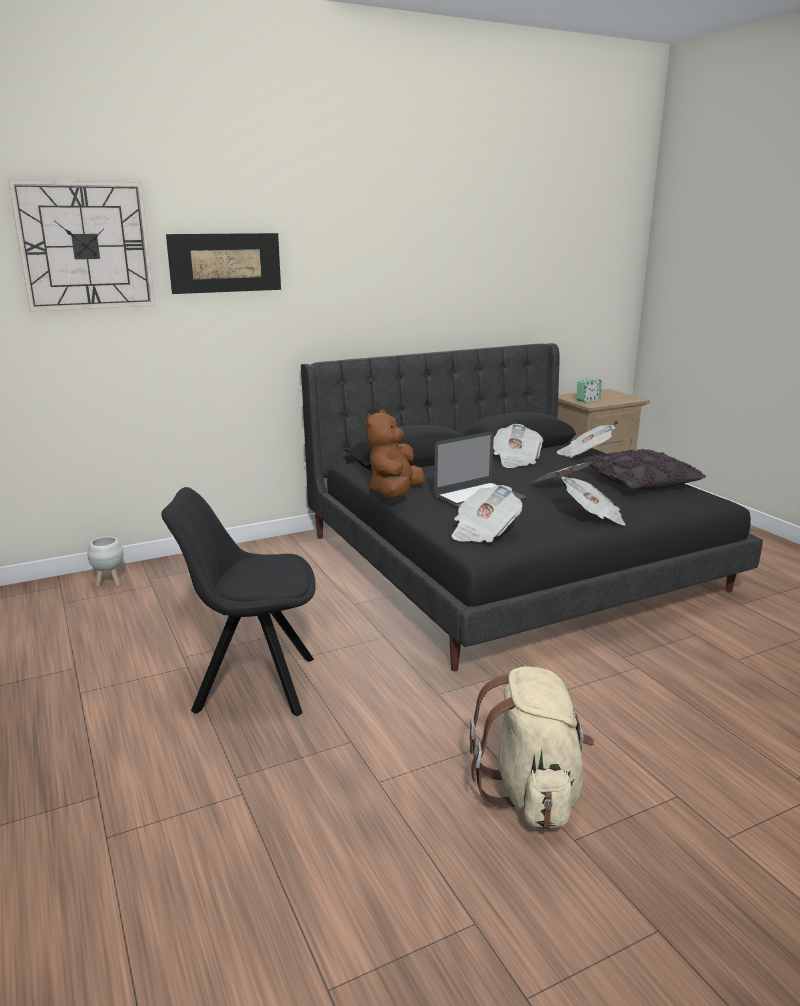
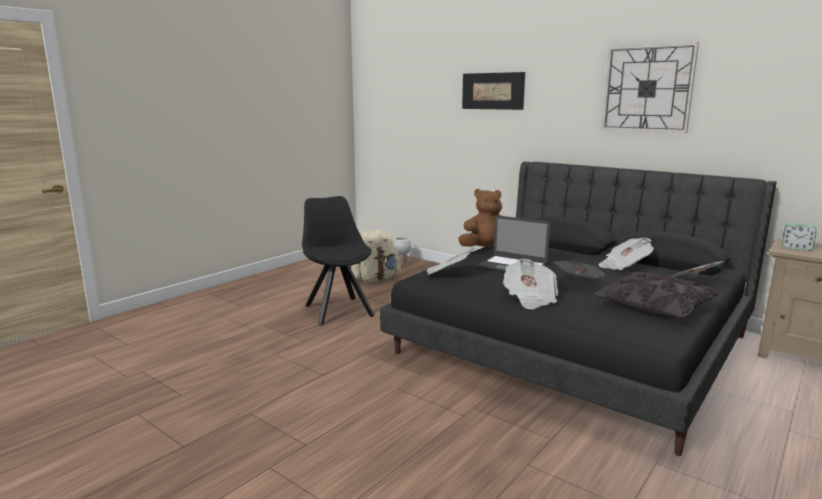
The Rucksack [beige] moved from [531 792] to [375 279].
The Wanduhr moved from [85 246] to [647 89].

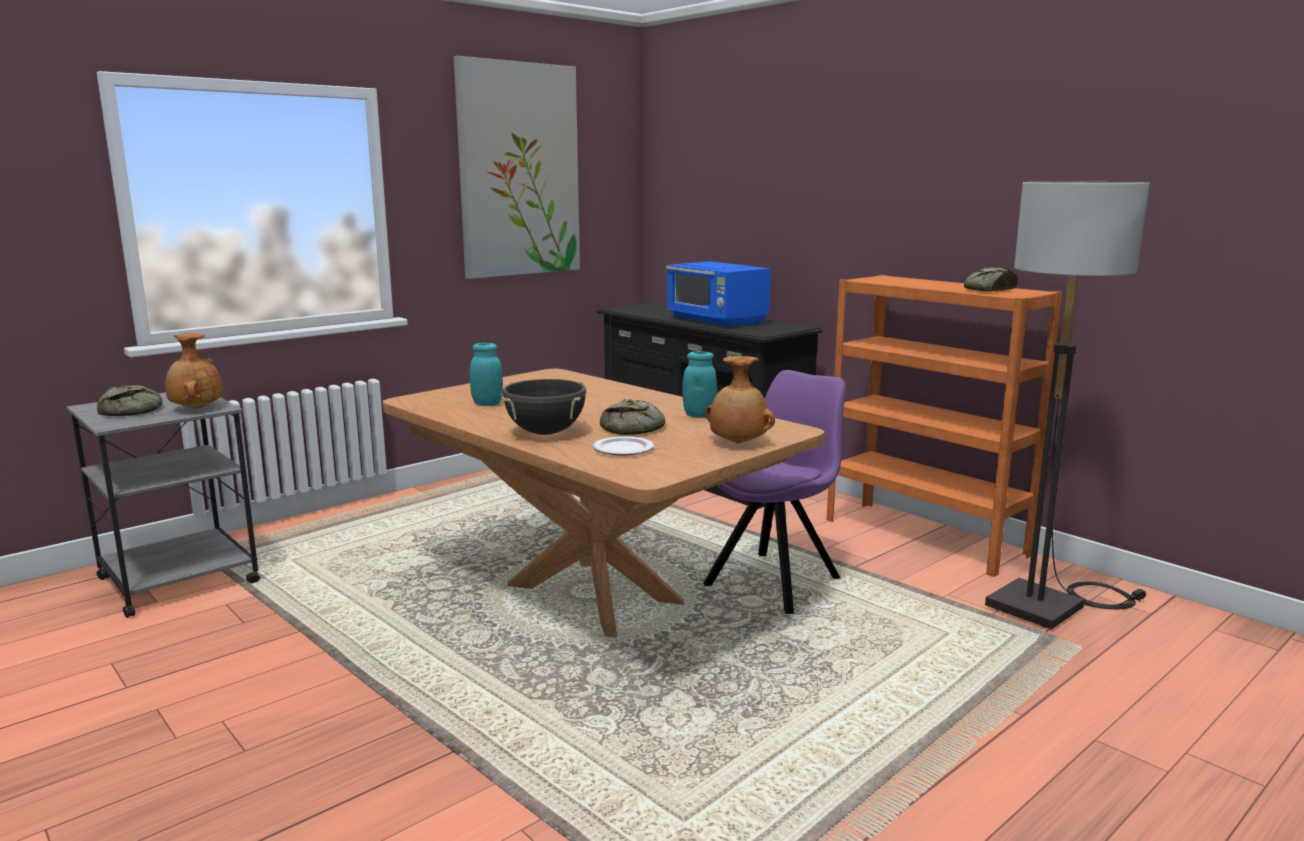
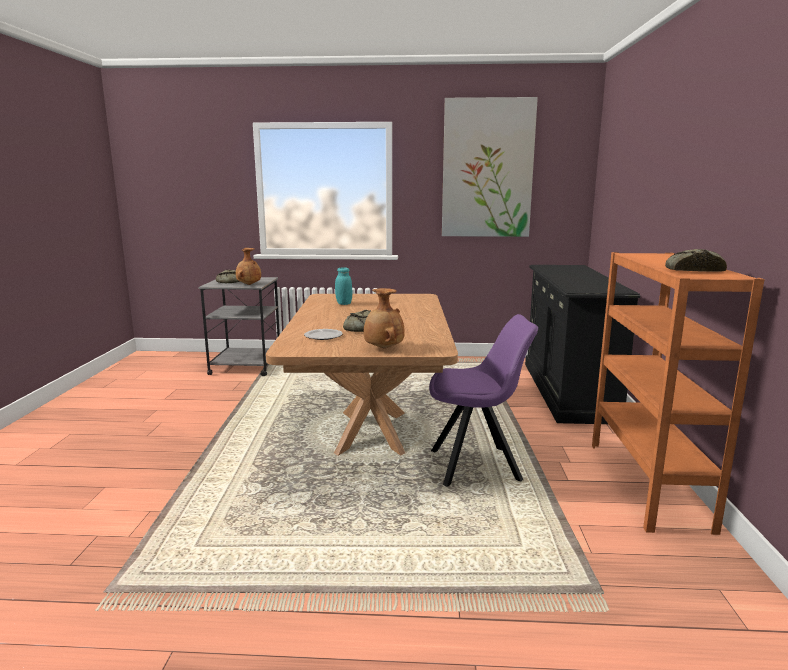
The Kochtopf [schwarz] at [545 433] disappeared.
The Mikrowelle [blau] at [717 321] disappeared.
The Vorratsglas [türkis] at [699 415] disappeared.
The Stehlampe at [1054 605] disappeared.

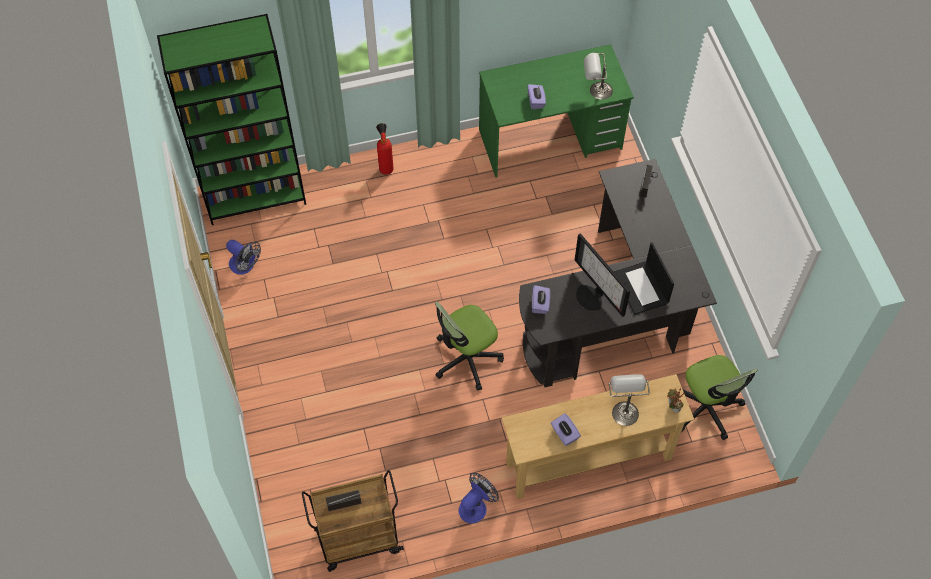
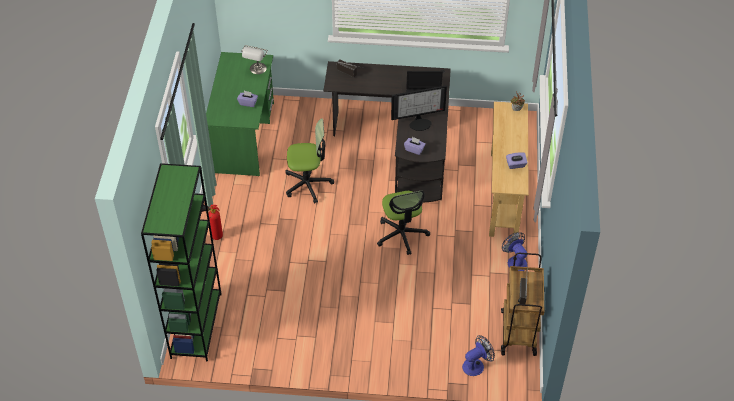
The Bürostuhl moved from [706 408] to [308 184].
The Ventilator moved from [245 266] to [476 365].
The Tischlampe [weiß] at [623 408] disappeared.

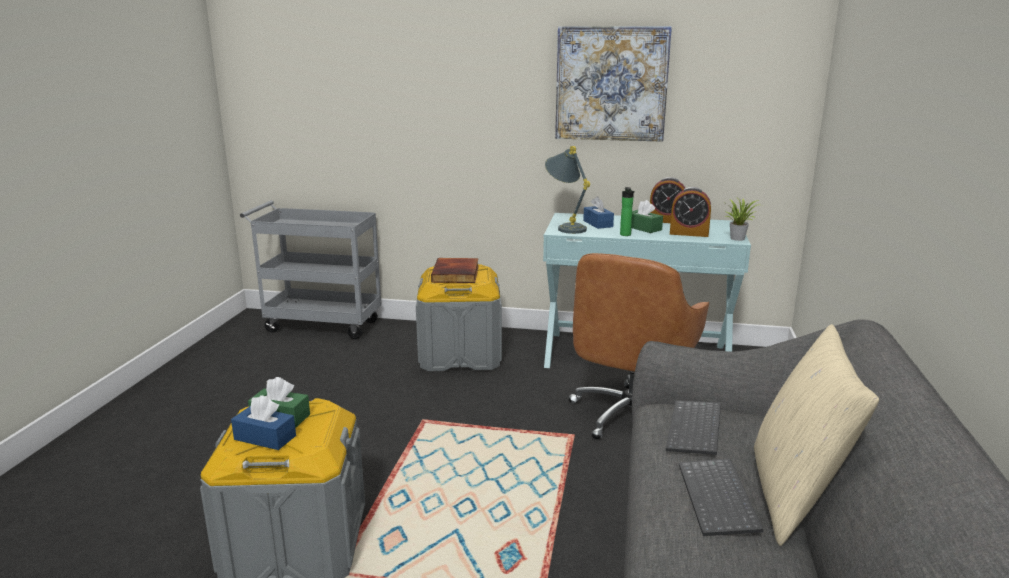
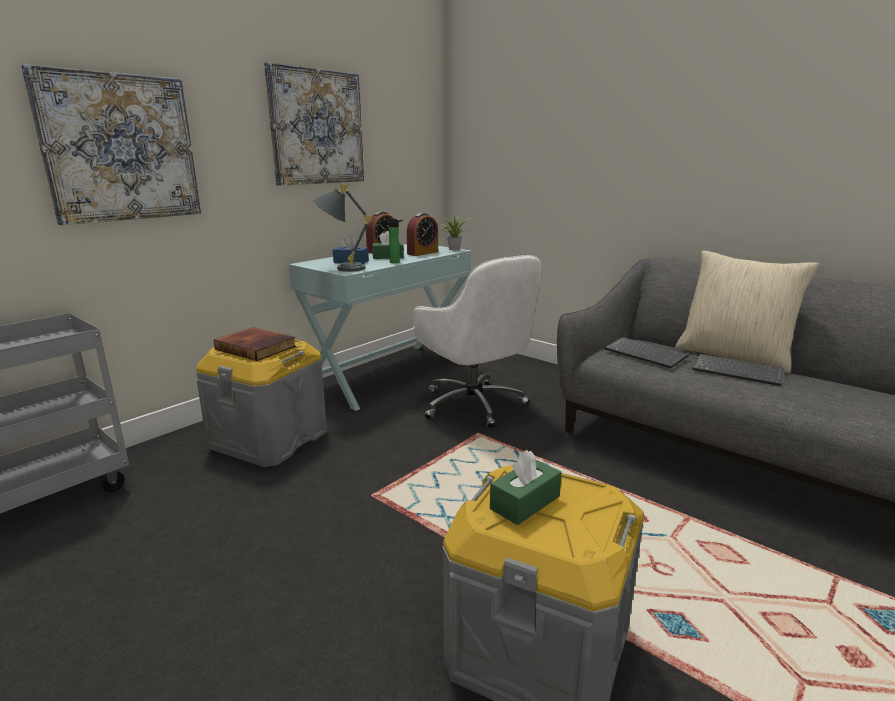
The Bild at [120 148] appeared.
The Bürostuhl [braun] at [630 415] became the Bürostuhl [weiß] at [472 405].
The Taschentuchbox [blau] at [265 438] disappeared.

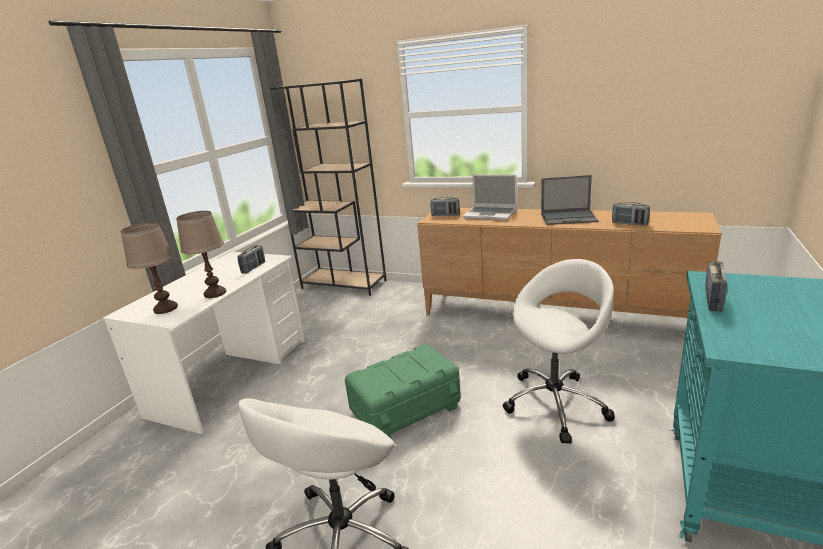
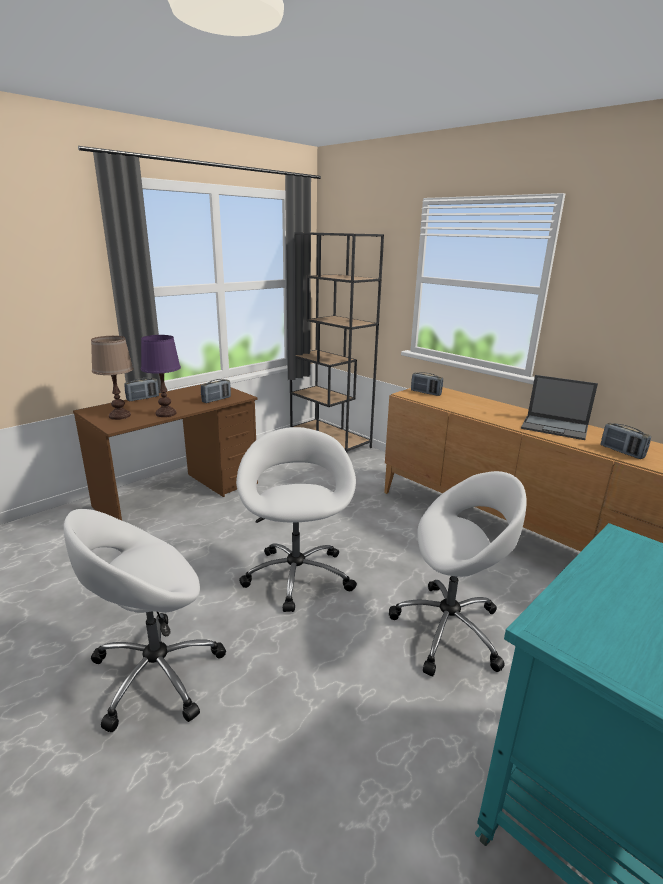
The Schreibtisch [weiß] at [232 376] became the Schreibtisch [braun] at [179 495].
The Radio moved from [713 300] to [143 398].
The Tischlampe [braun] at [215 293] became the Tischlampe [lila] at [165 414].
The Aufbewahrungsbox [grün] at [405 408] was replaced by the Bürostuhl [weiß] at [297 575].
The Laptop at [491 214] disappeared.

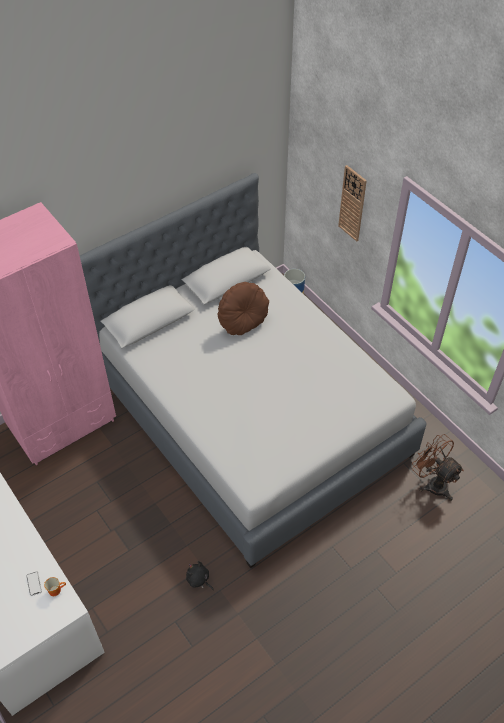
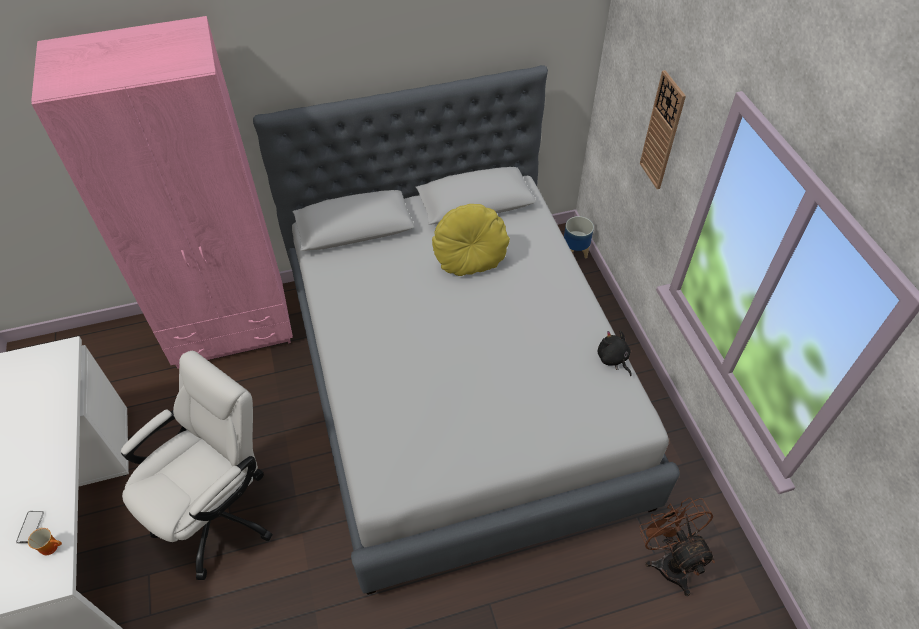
The Bürostuhl [weiß] at [222 513] appeared.
The Kissen [braun] at [243 324] became the Kissen [gelb] at [470 263].
The Plüschtier [schwarz] moved from [199 580] to [613 359].

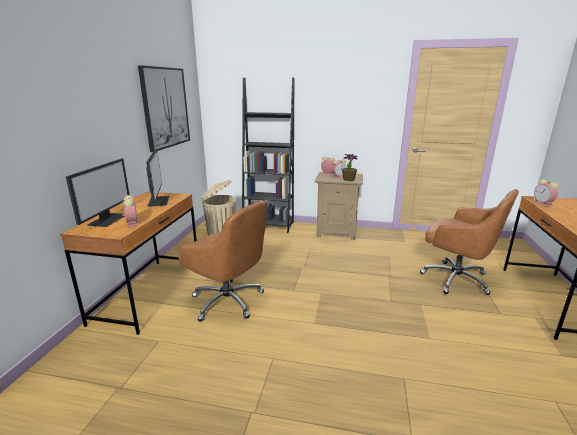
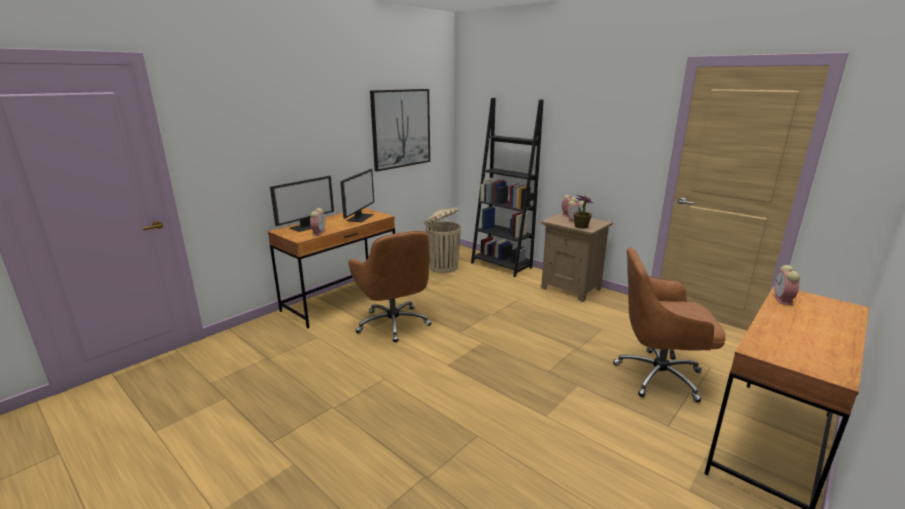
The Bürostuhl [braun] at [456 279] turned 120 degrees clockwise.

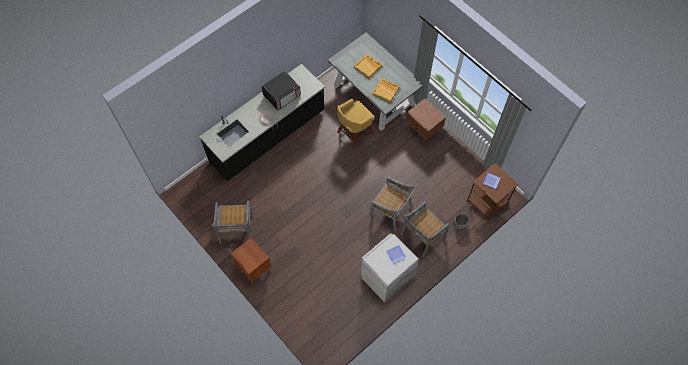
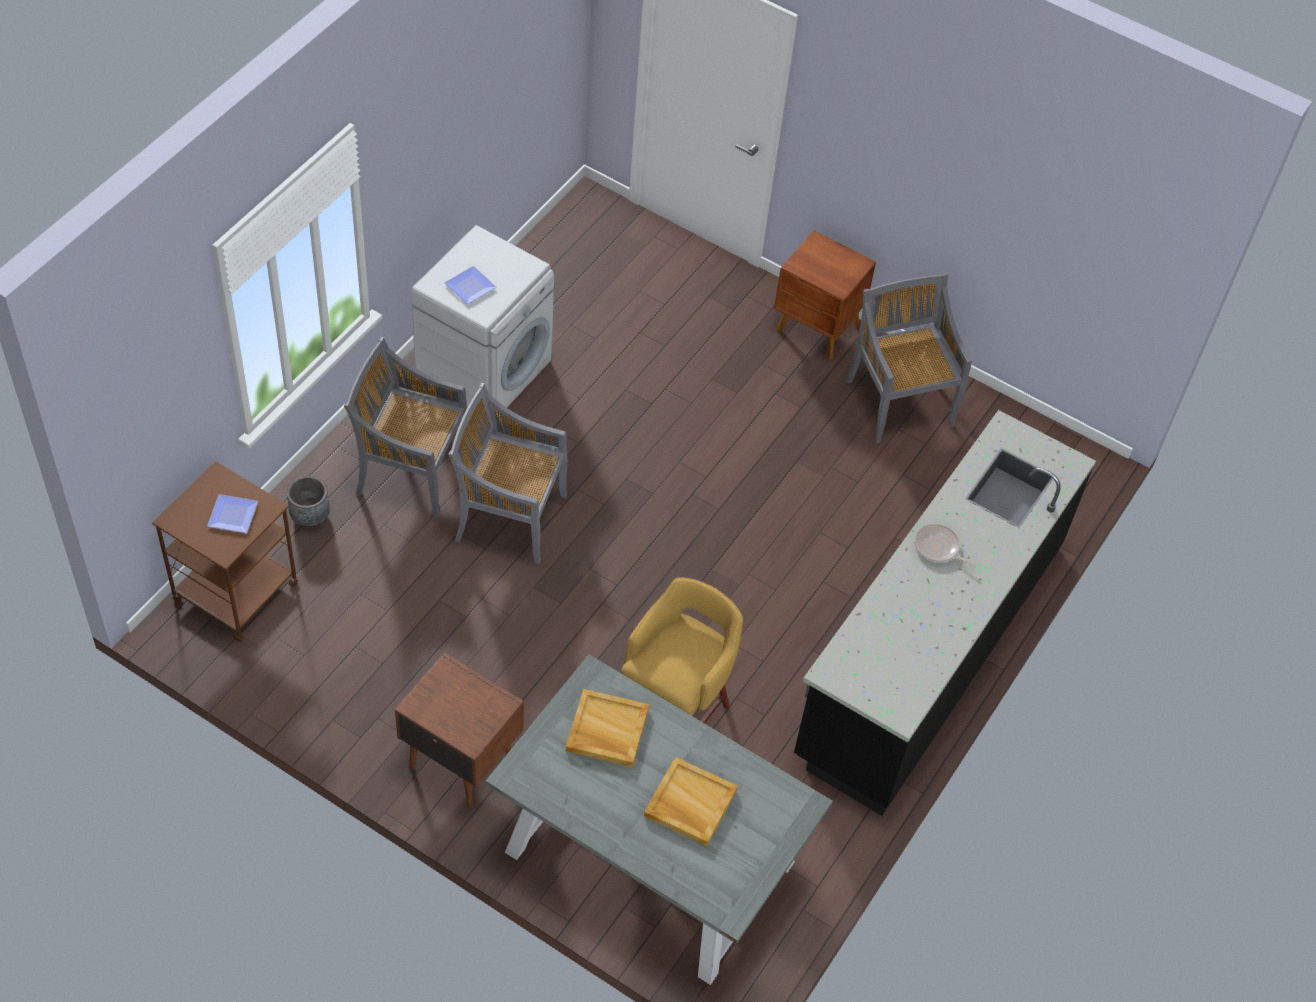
The Stuhl [grau] at [422 236] turned 105 degrees counterclockwise.
The Mikrowelle at [282 95] disappeared.

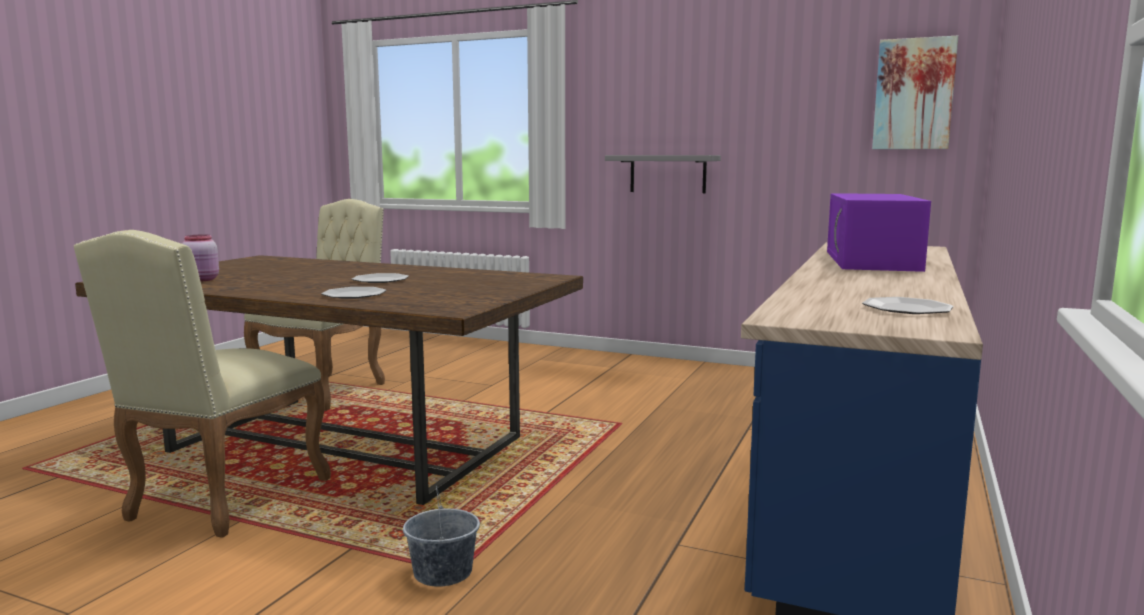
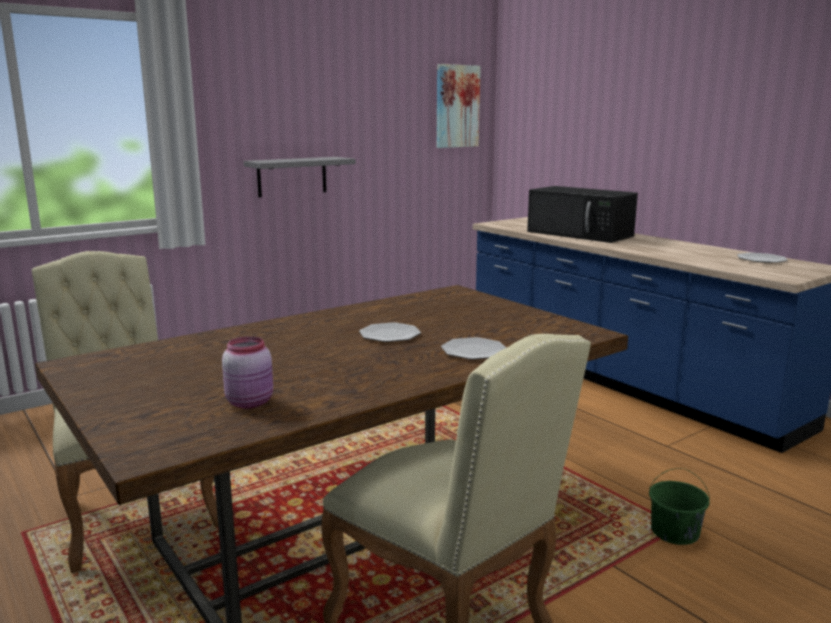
The Mikrowelle [lila] at [872 261] became the Mikrowelle [schwarz] at [581 234].
The Eimer [grau] at [443 572] became the Eimer [grün] at [675 532].

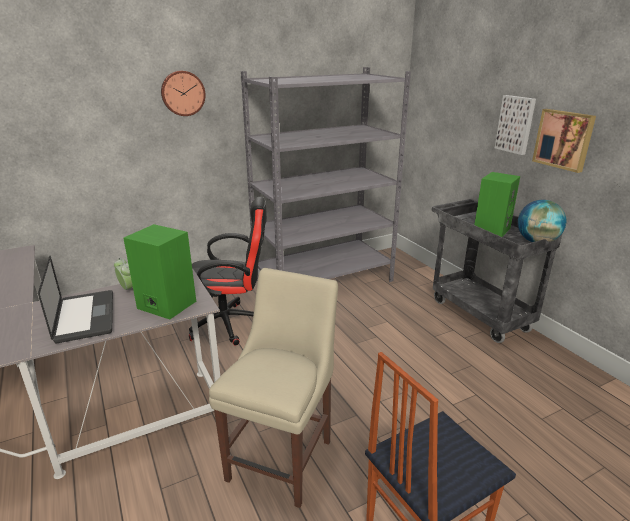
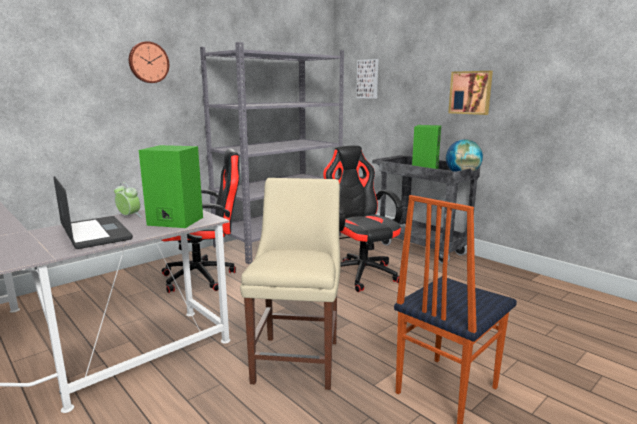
The Bürostuhl [schwarz] at [360 273] appeared.
The Bild moved from [516 124] to [368 79].

